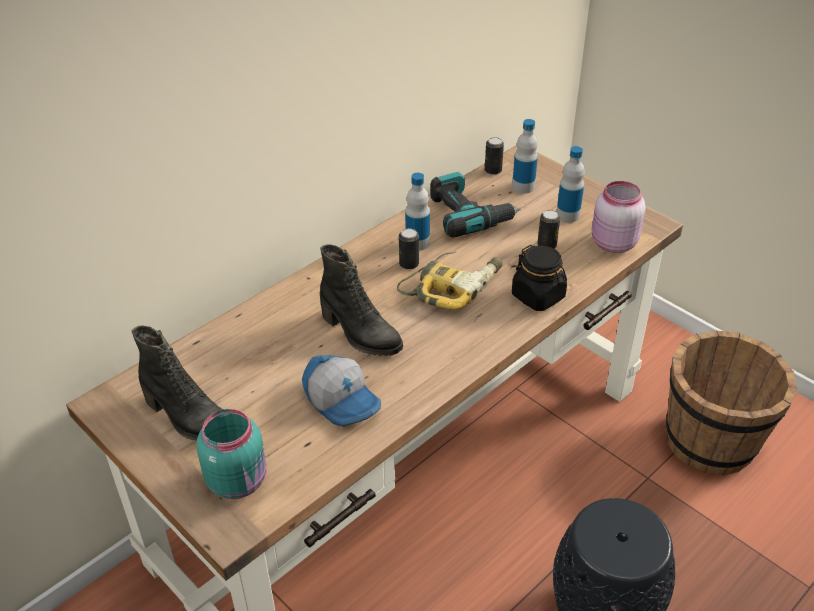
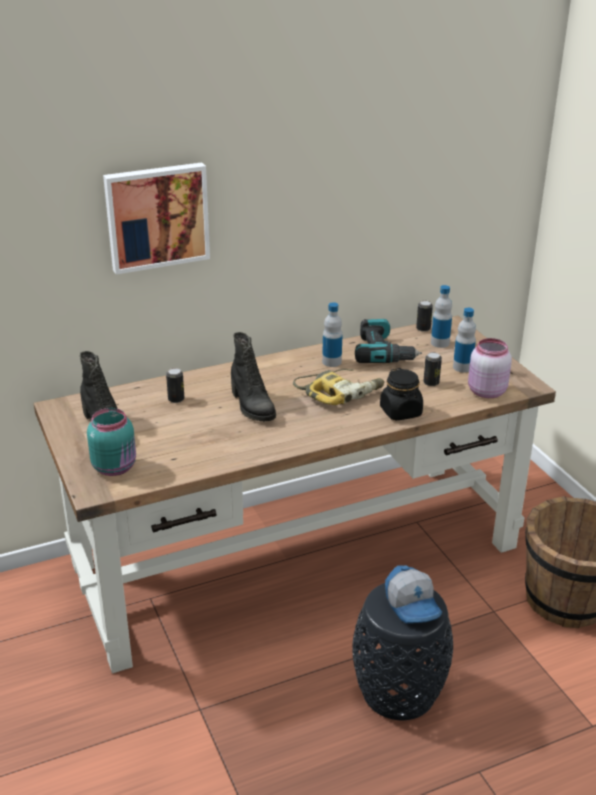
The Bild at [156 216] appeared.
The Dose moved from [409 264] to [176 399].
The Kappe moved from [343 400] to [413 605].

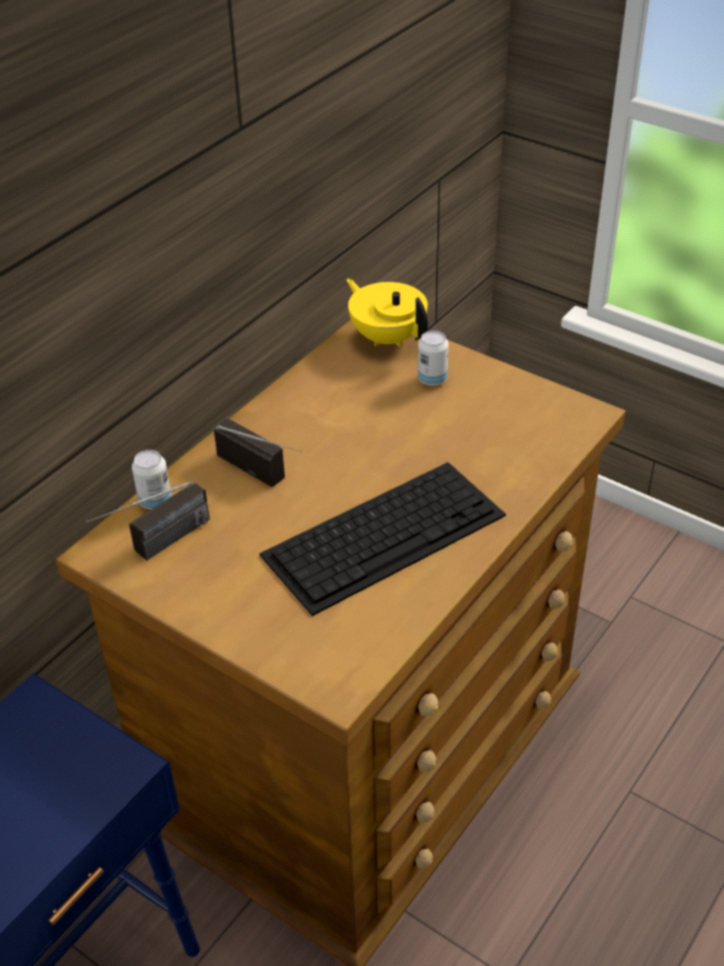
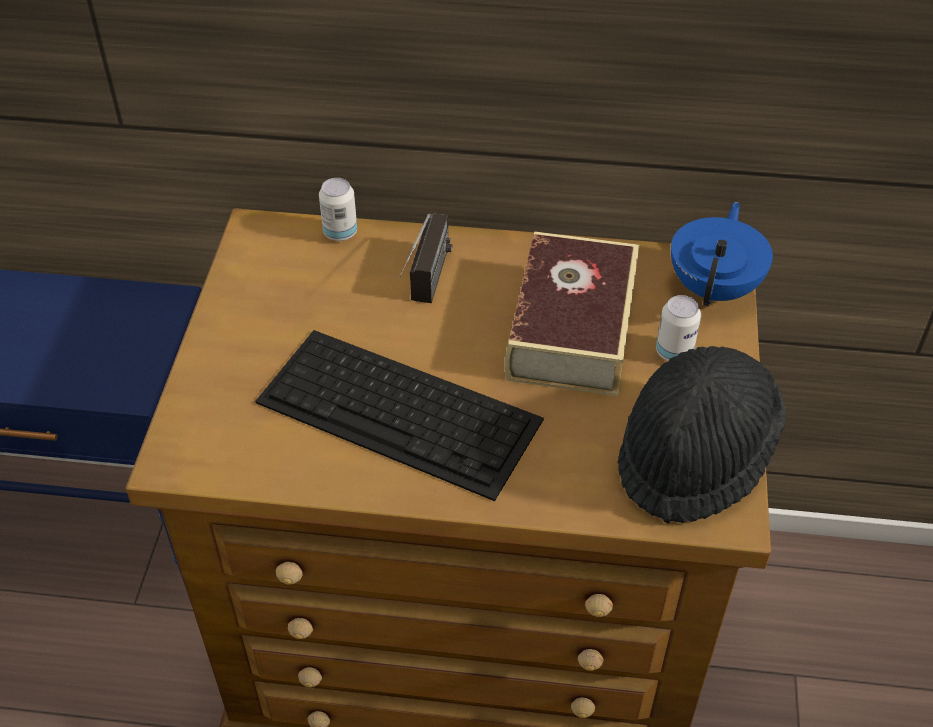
The Buch at [571 328] appeared.
The Hut [schwarz] at [694 455] appeared.
The Teekanne [gelb] at [387 337] became the Teekanne [blau] at [715 287].
The Radio at [156 547] disappeared.

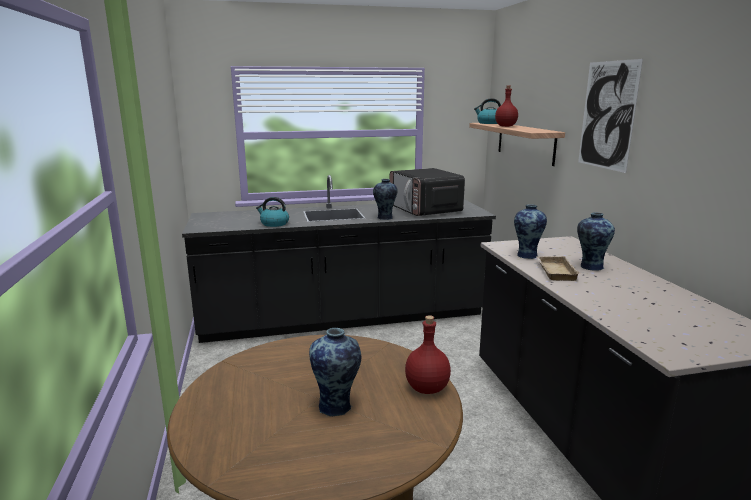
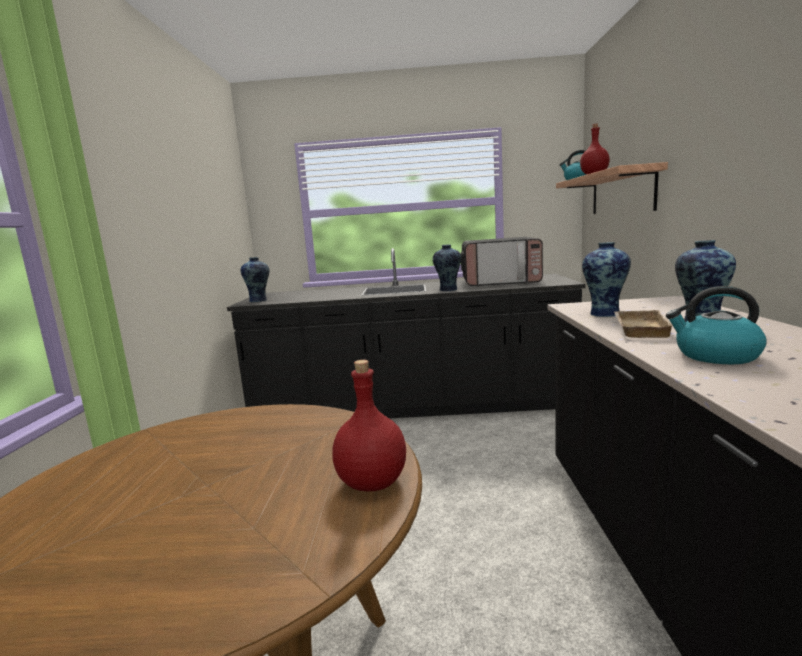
The Vase moved from [336 406] to [259 300].
The Mikrowelle at [425 210] turned 75 degrees counterclockwise.
The Wasserkessel moved from [274 224] to [715 356].
The Bild at [607 115] disappeared.

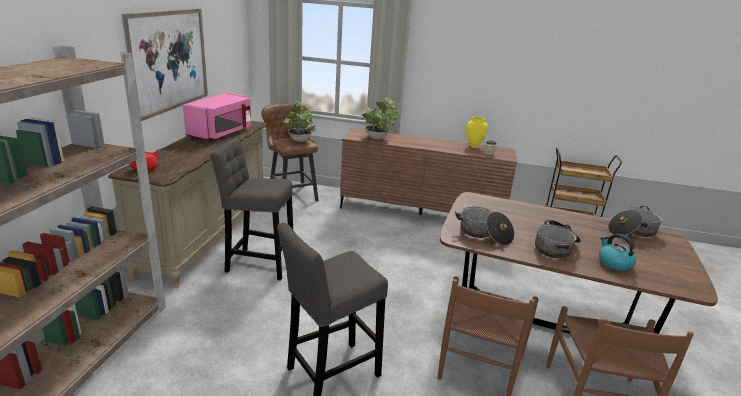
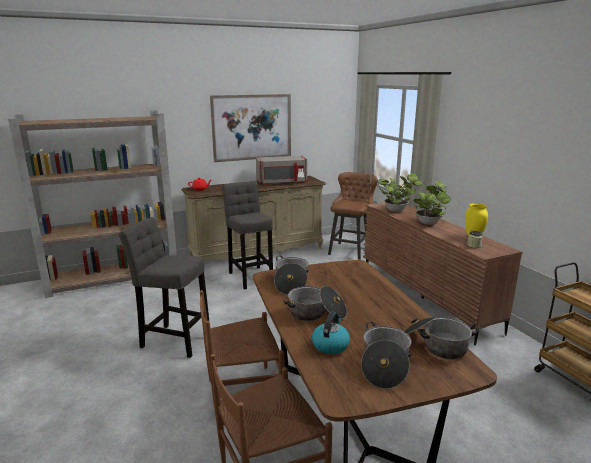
The Mikrowelle [rosa] at [221 132] became the Mikrowelle [grau] at [282 182].
The Kochtopf at [384 366] appeared.
The Topfpflanze moved from [299 139] to [428 222].

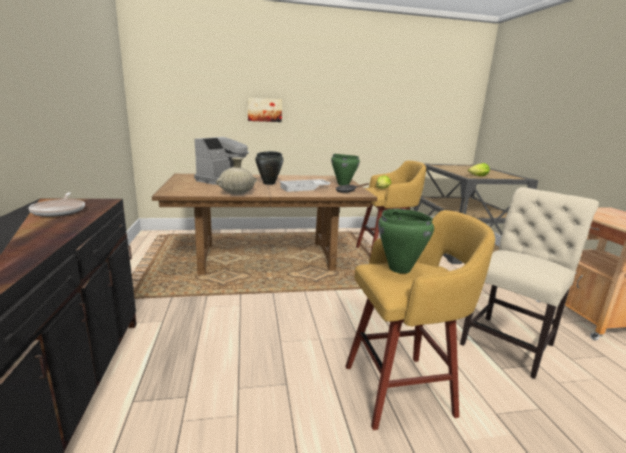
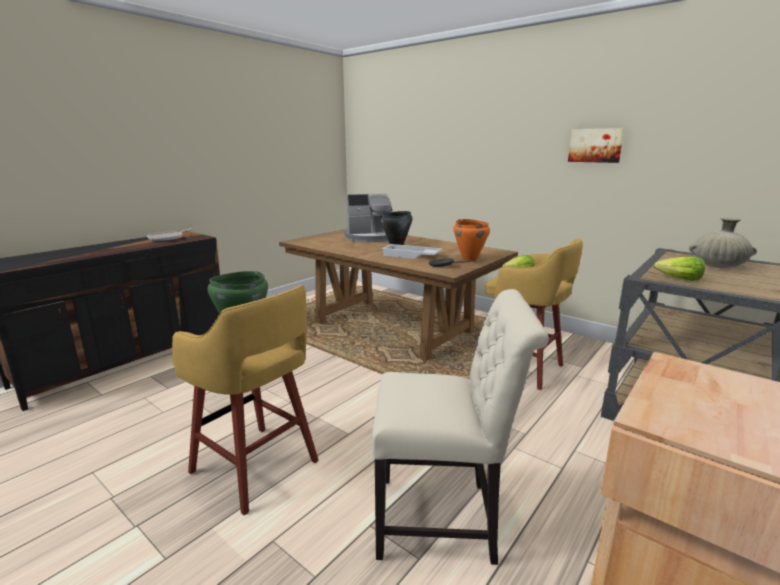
The Kochtopf [grün] at [343 184] became the Kochtopf [orange] at [469 259].
The Bild moved from [264 110] to [595 145].
The Vase [beige] moved from [237 193] to [718 266].

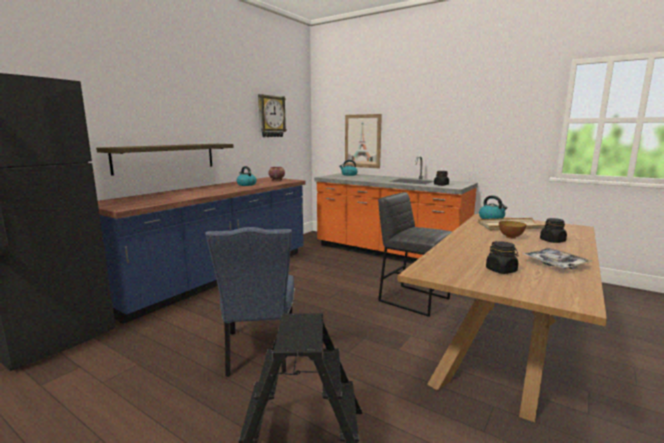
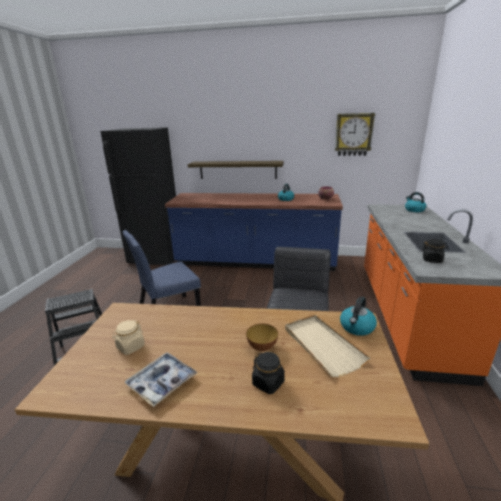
The Vorratsglas [schwarz] at [501 270] became the Vorratsglas [beige] at [130 347].
The Bild at [362 141] disappeared.

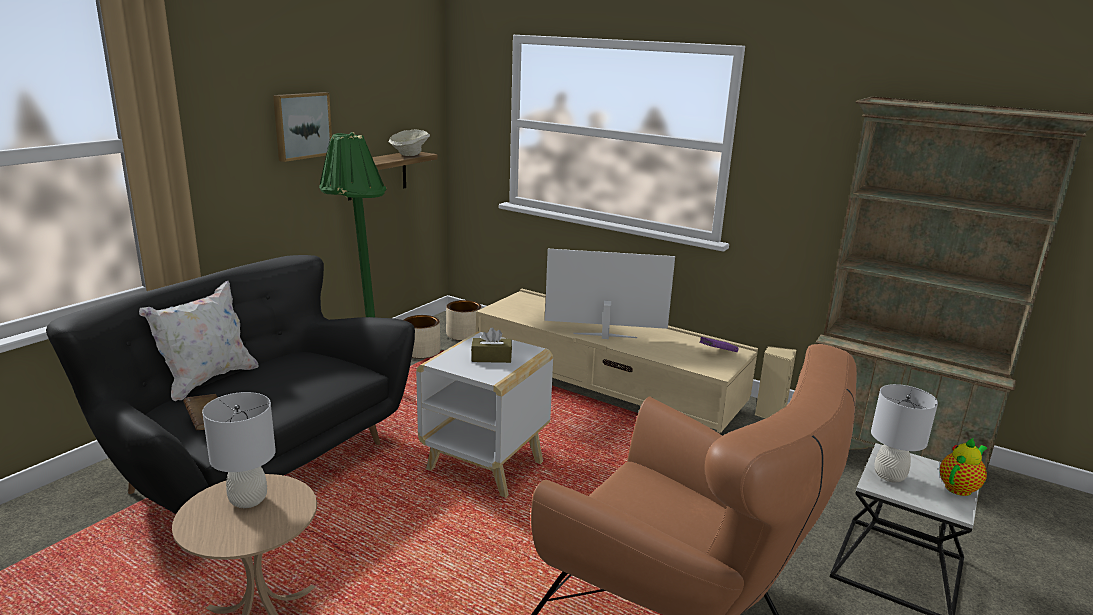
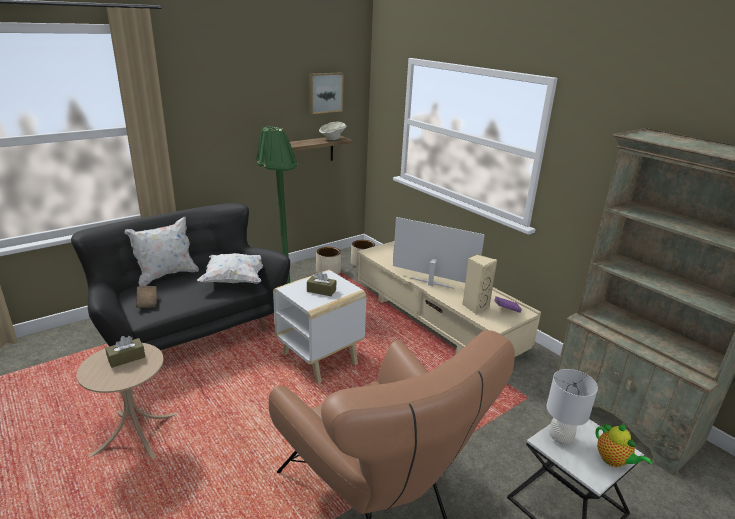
The Tischlampe [grau] at [248 500] was replaced by the Taschentuchbox [braun] at [126 358].
The Kissen [weiß] at [234 280] appeared.
The Bild moved from [301 125] to [325 92].
The Lautsprecher [beige] moved from [770 414] to [475 307].
The Teekanne at [959 487] turned 75 degrees clockwise.

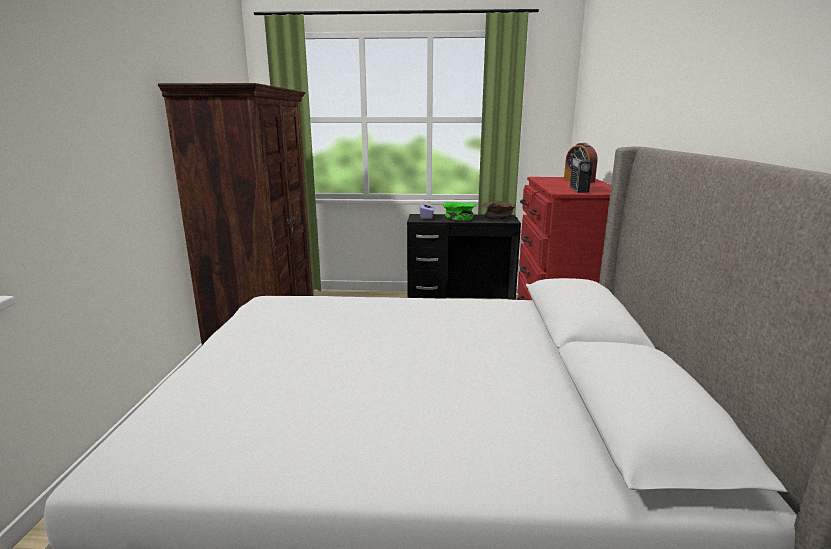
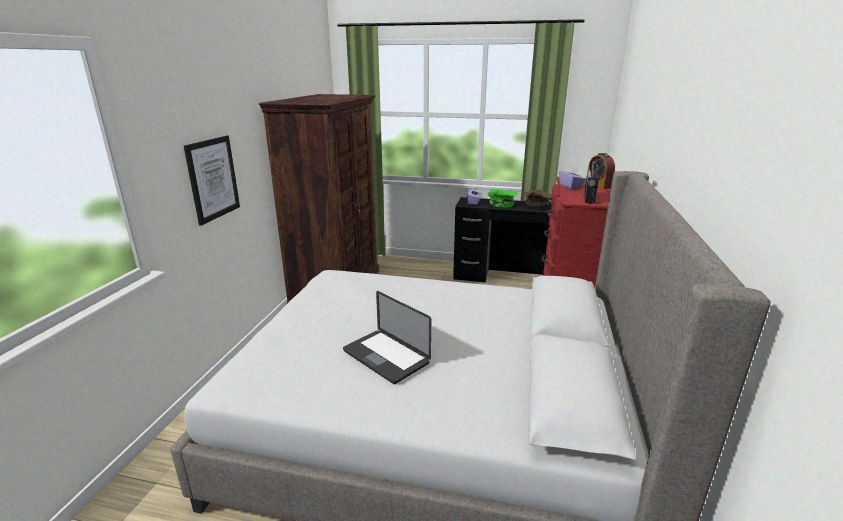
The Bild at [212 179] appeared.
The Laptop at [386 357] appeared.
The Taschentuchbox [lila] at [570 186] appeared.

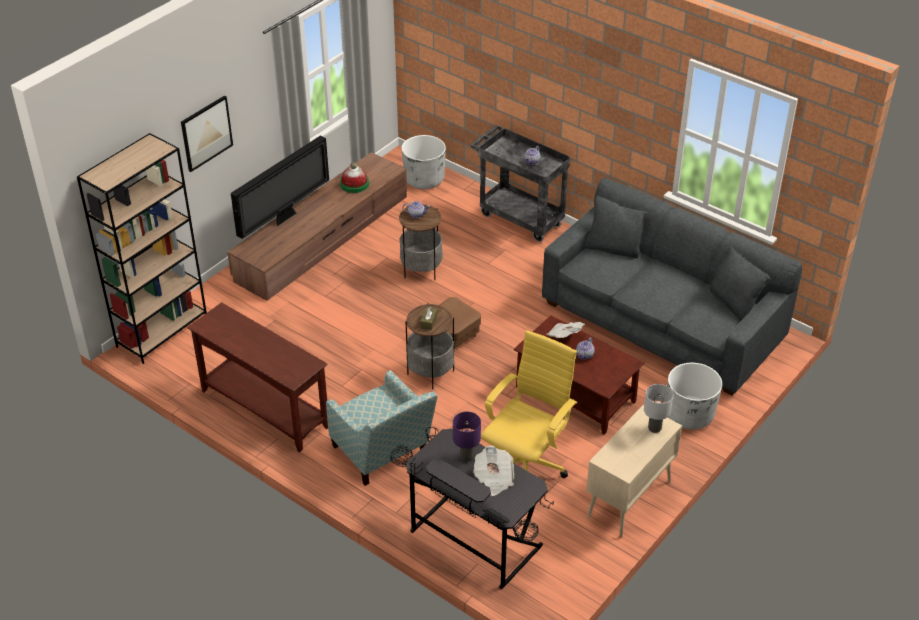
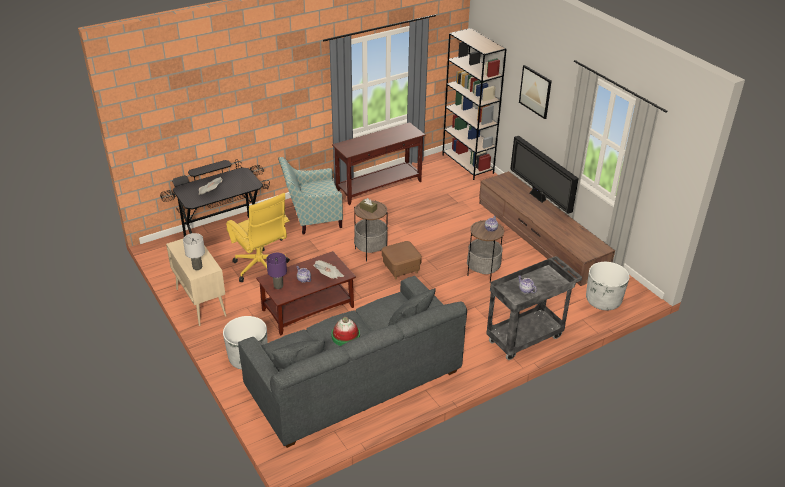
The Tischlampe [lila] moved from [466 457] to [278 286].
The Hut moved from [354 184] to [345 336].

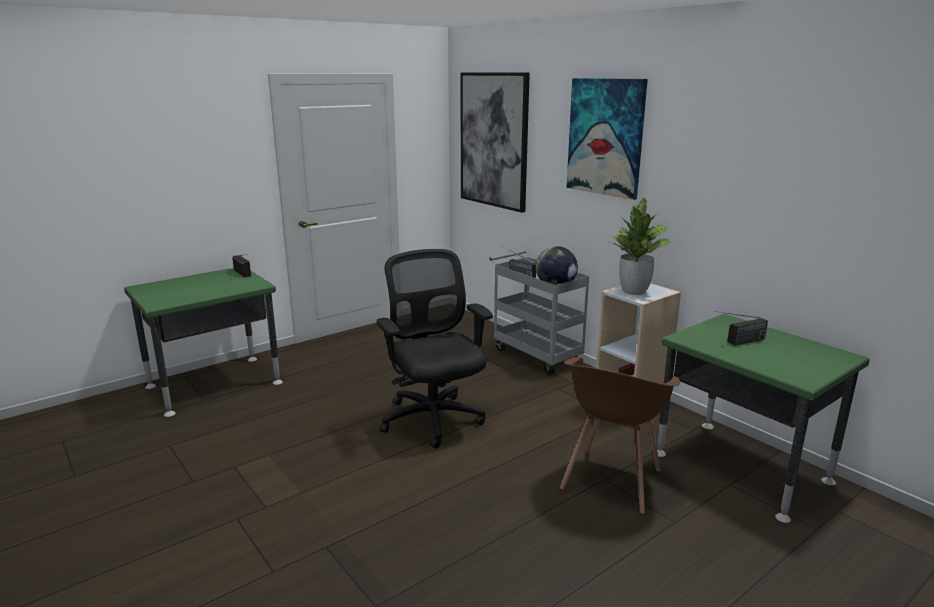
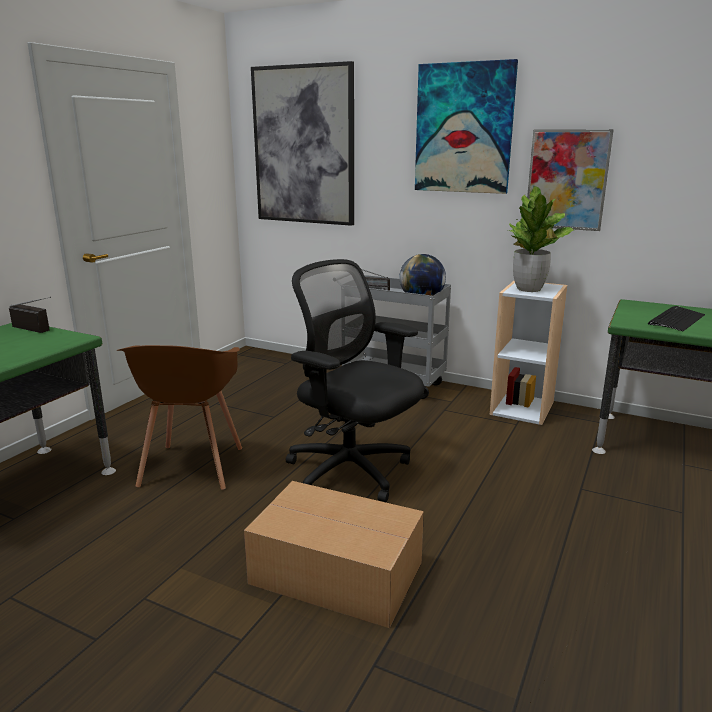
The Stuhl [braun] moved from [611 480] to [192 468].
The Karton at [334 572] appeared.
The Bild at [567 180] appeared.
The Radio at [738 342] was replaced by the Tastatur at [676 320].

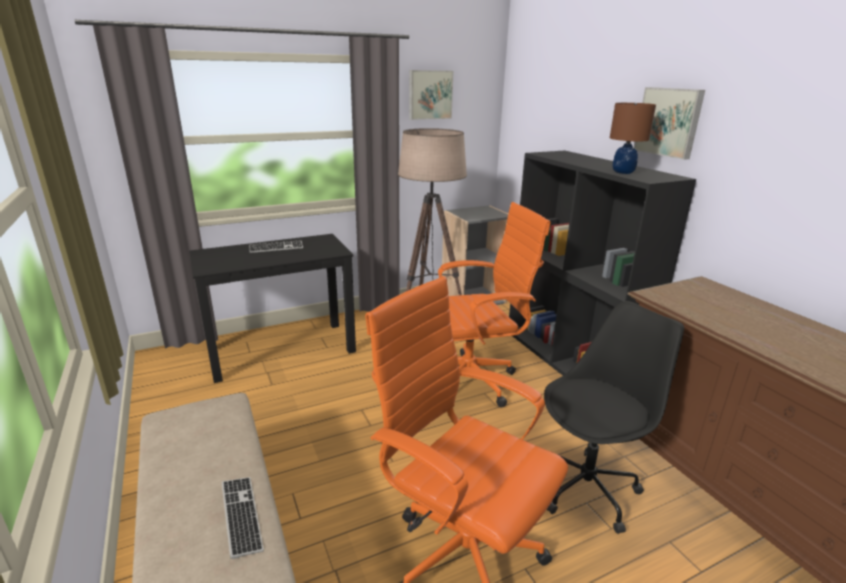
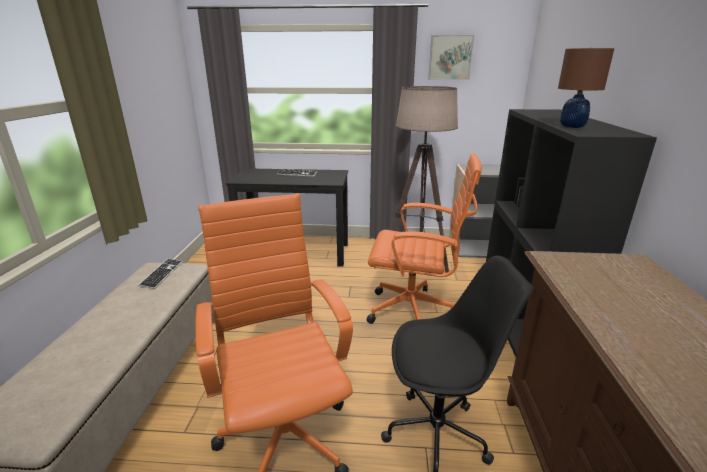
The Tastatur moved from [241 516] to [162 274].
The Bild at [669 122] disappeared.

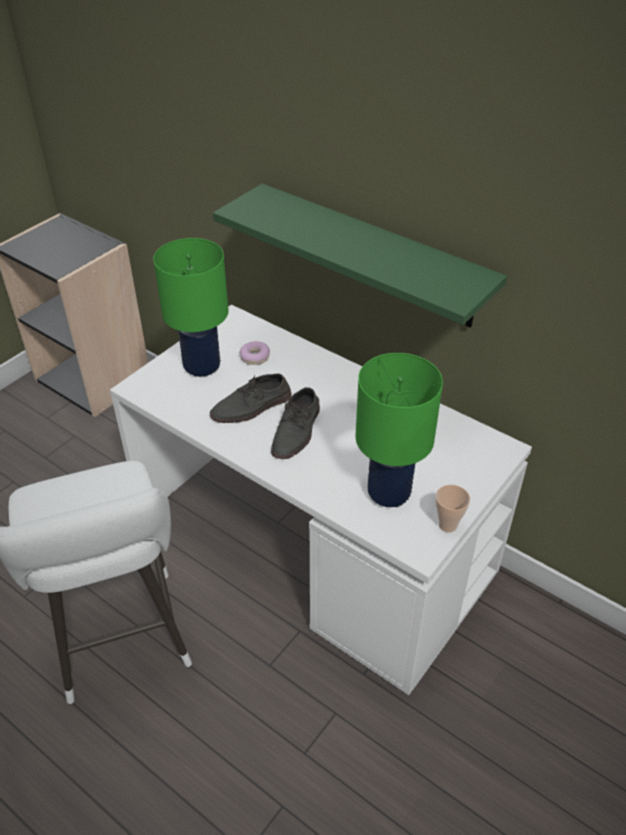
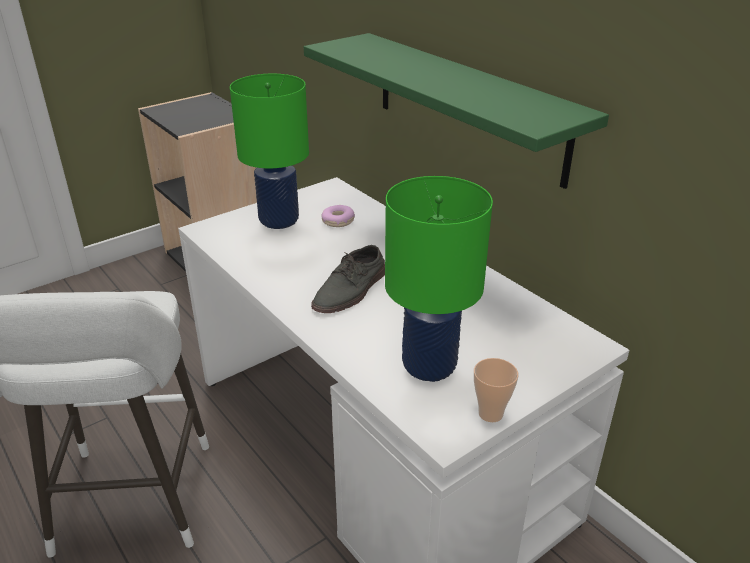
The Schuh [grau] at [251 407] disappeared.

